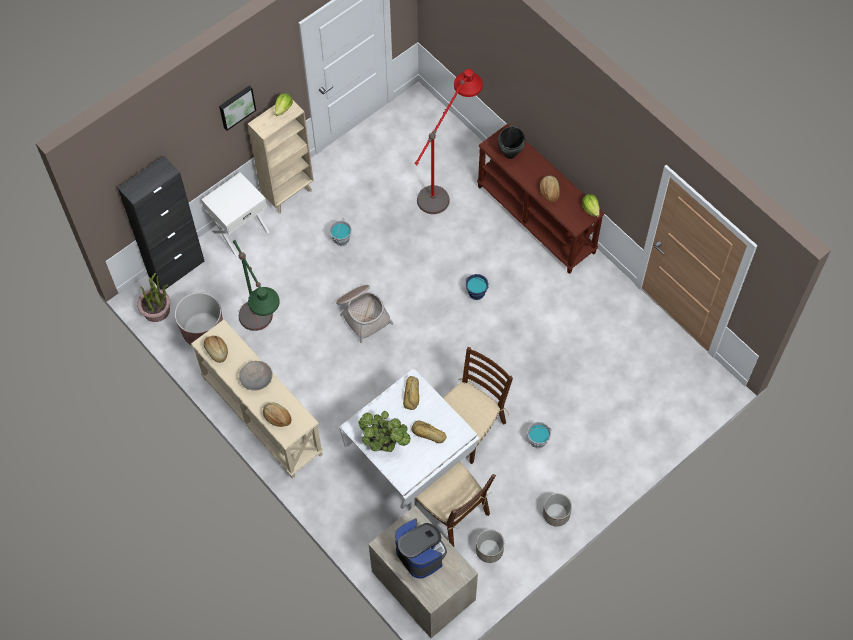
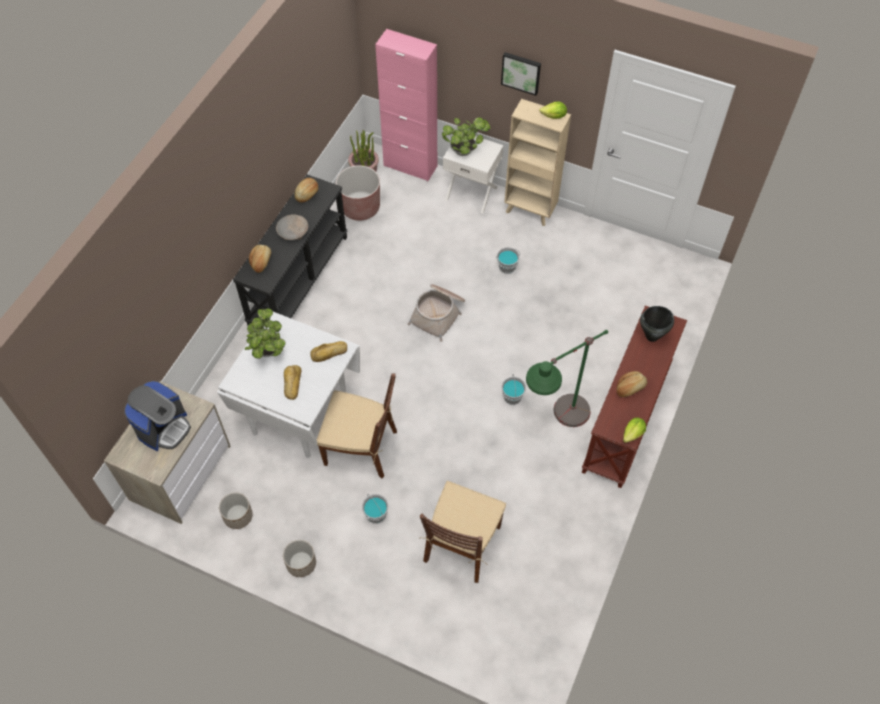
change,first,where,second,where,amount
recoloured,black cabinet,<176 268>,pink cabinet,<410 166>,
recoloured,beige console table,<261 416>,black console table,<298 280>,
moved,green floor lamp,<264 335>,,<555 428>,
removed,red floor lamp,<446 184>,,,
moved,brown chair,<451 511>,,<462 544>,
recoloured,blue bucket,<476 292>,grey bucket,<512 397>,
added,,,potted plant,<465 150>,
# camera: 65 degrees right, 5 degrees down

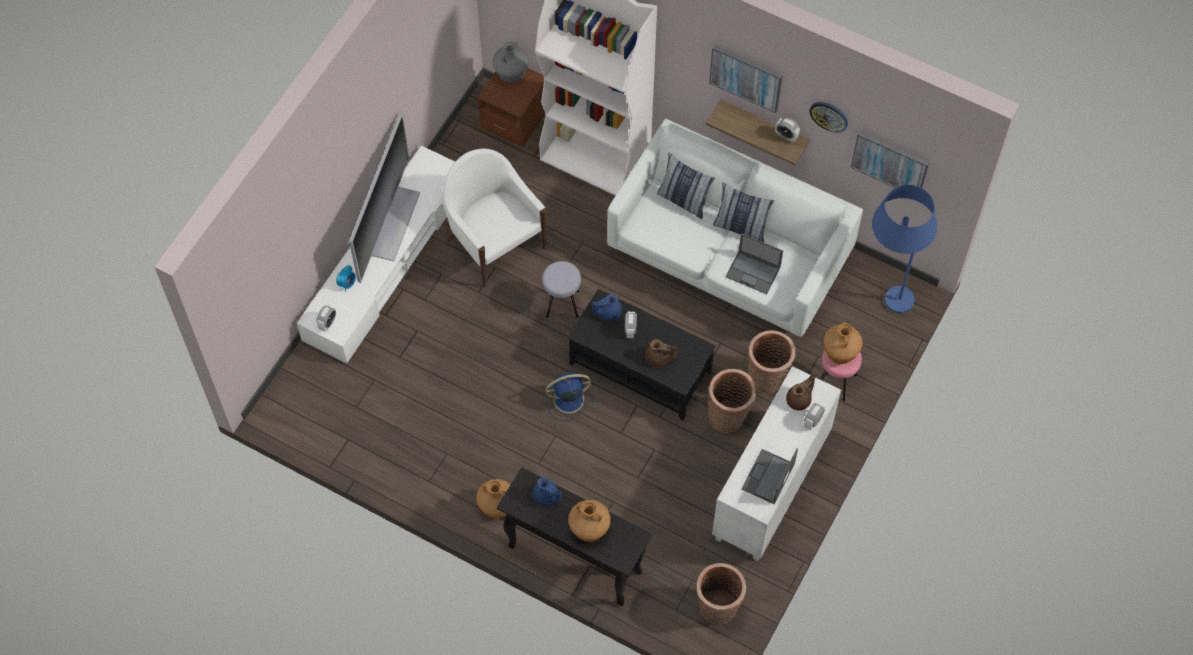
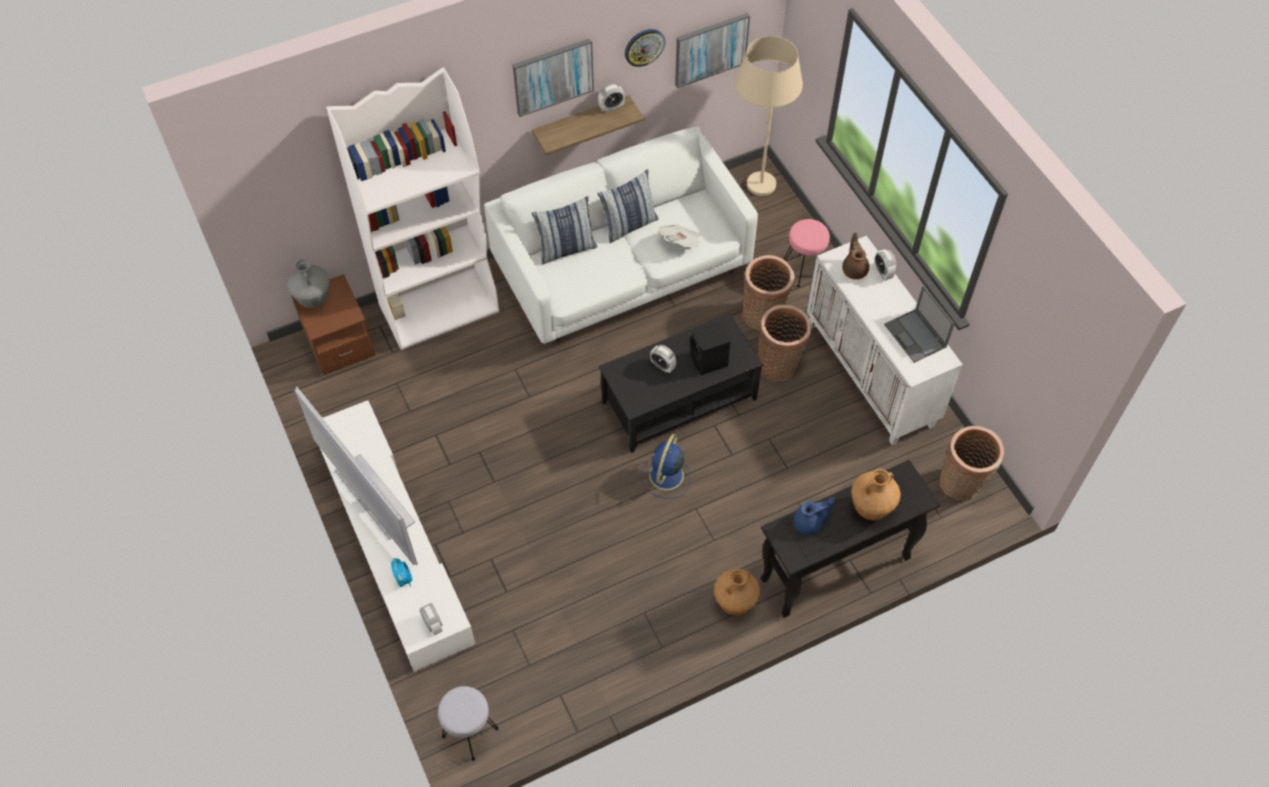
change,first,where,second,where,amount
removed,white armchair,<494 243>,,,
moved,grey stool,<562 303>,,<469 733>,
removed,blue teapot,<608 312>,,,
replaced,brown teapot,<659 358>,black speaker,<709 362>,
replaced,laptop,<753 272>,newspaper,<681 243>,
removed,brown vase,<839 354>,,,
recoloured,blue floor lamp,<883 304>,beige floor lamp,<756 196>,
# camera: 55 degrees left, 5 degrees down

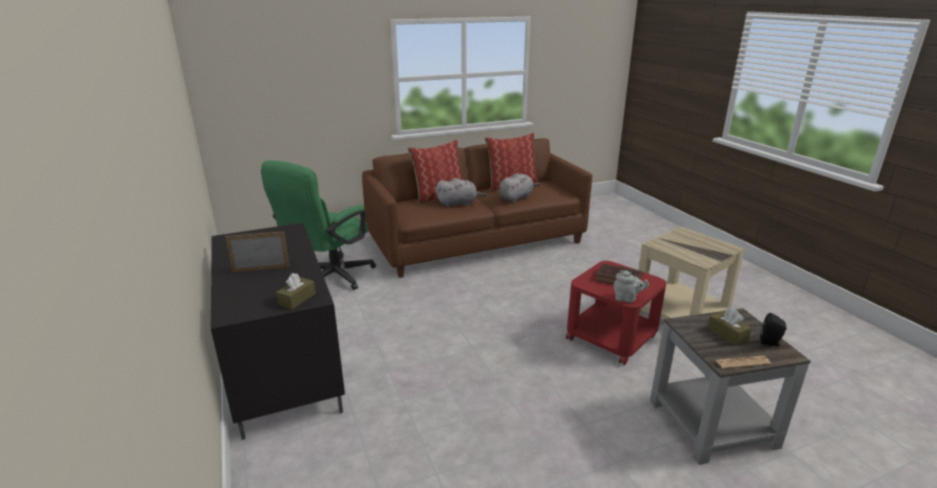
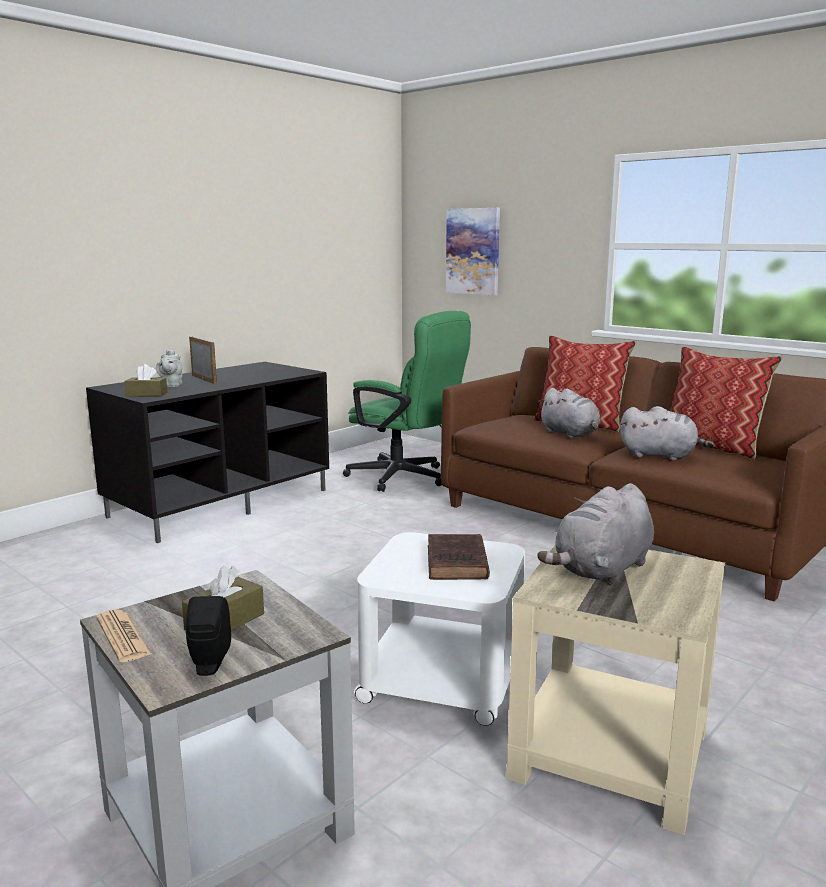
change,first,where,second,where,amount
turned,green office chair,<329 278>,,<406 478>,150 degrees counterclockwise
recoloured,red side table,<611 337>,white side table,<443 679>,
moved,grey teapot,<627 299>,,<171 385>,
added,,,picture,<473 251>,
added,,,grey plush toy,<602 570>,
# camera: 65 degrees right, 10 degrees down

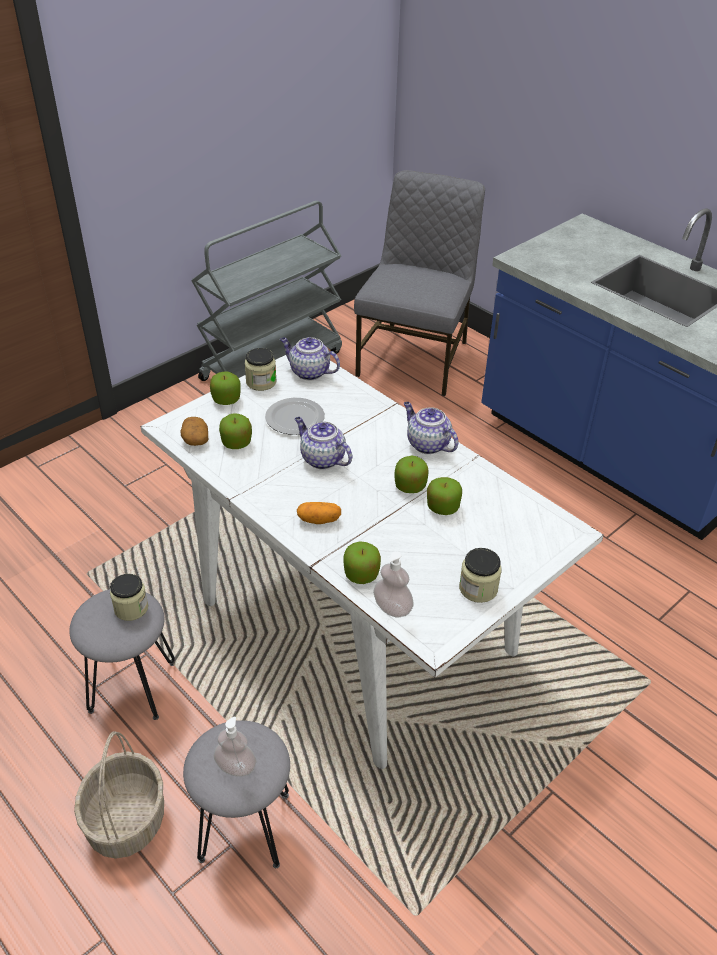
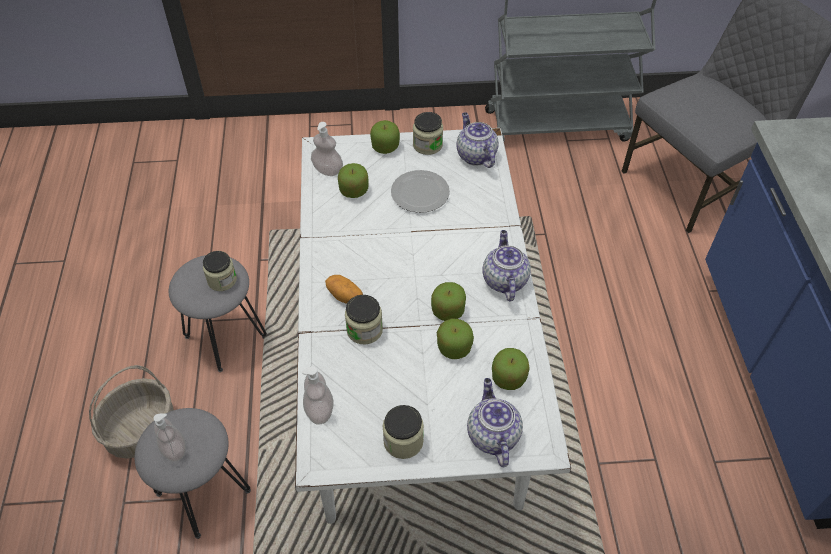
change,first,where,second,where,amount
replaced,potato,<195 439>,soap dispenser,<328 170>,
moved,teapot,<321 459>,,<492 435>,
moved,apple,<361 574>,,<508 378>,
added,,,jar,<364 330>,
# camera: 40 degrees right, 10 degrees up

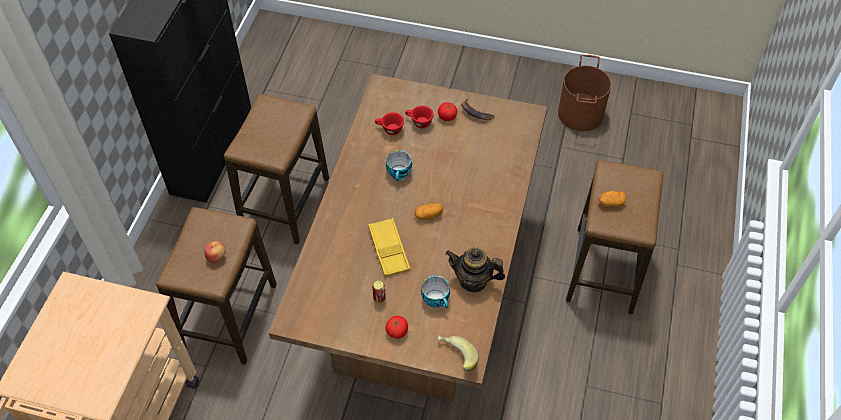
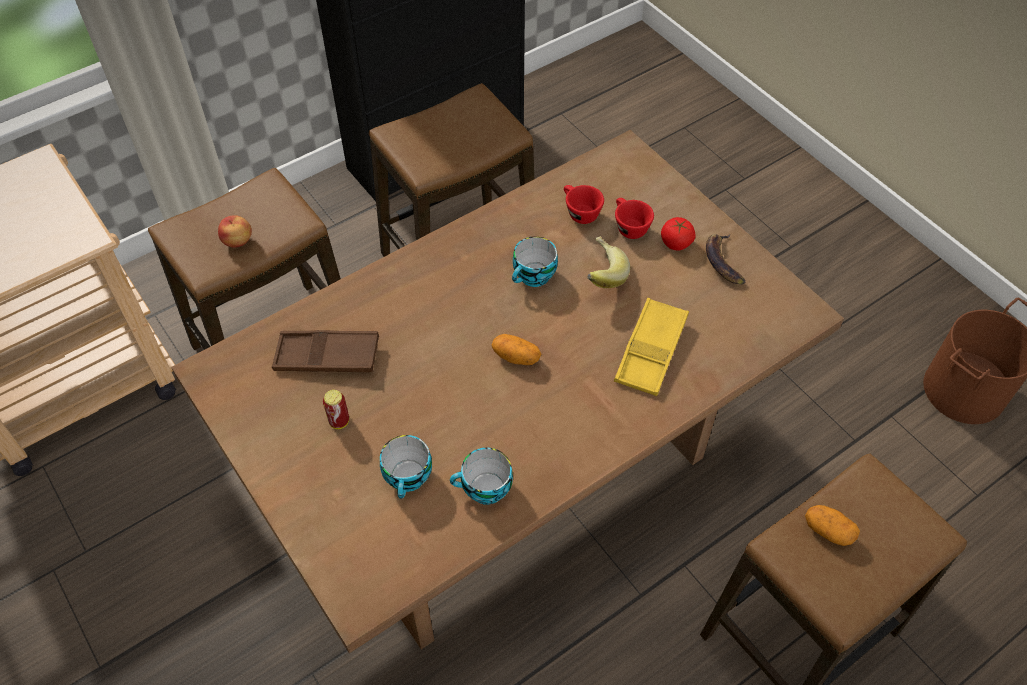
change,first,where,second,where,amount
moved,yellow tray,<389 250>,,<651 351>,
removed,tomato,<397 331>,,,
moved,banana,<456 358>,,<600 274>,
replaced,teapot,<473 281>,cup,<484 490>,
added,,,brown tray,<327 356>,
# camera: 40 degrees right, 0 degrees up

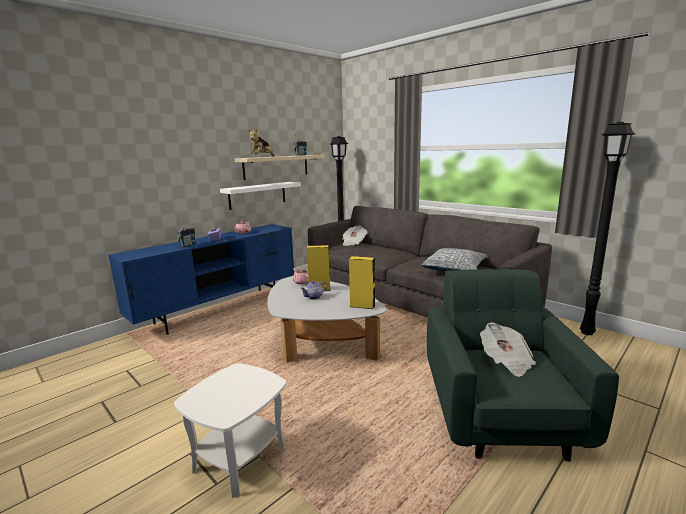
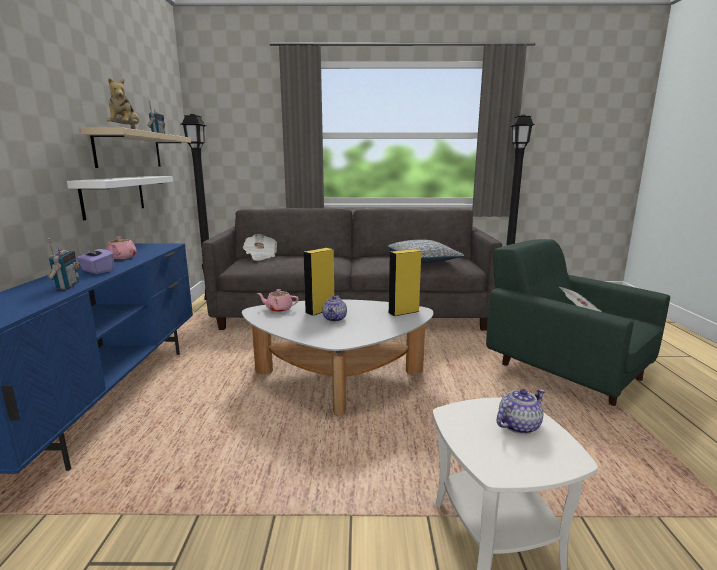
change,first,where,second,where,amount
added,,,teapot,<518 425>,
# camera: 45 degrees left, 0 degrees up

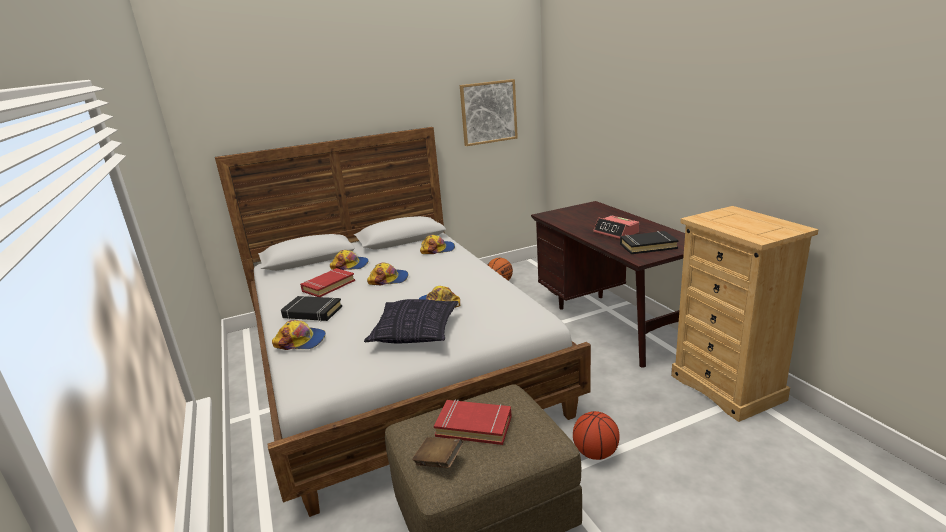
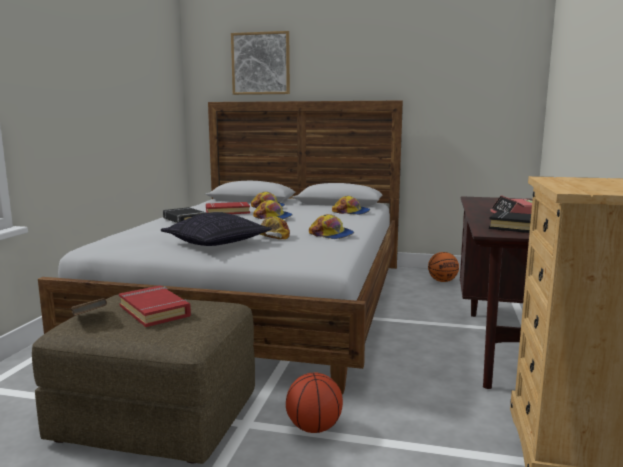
change,first,where,second,where,amount
moved,cap,<301 341>,,<331 235>,
moved,picture,<488 112>,,<261 63>,
# camera: 35 degrees right, 10 degrees down

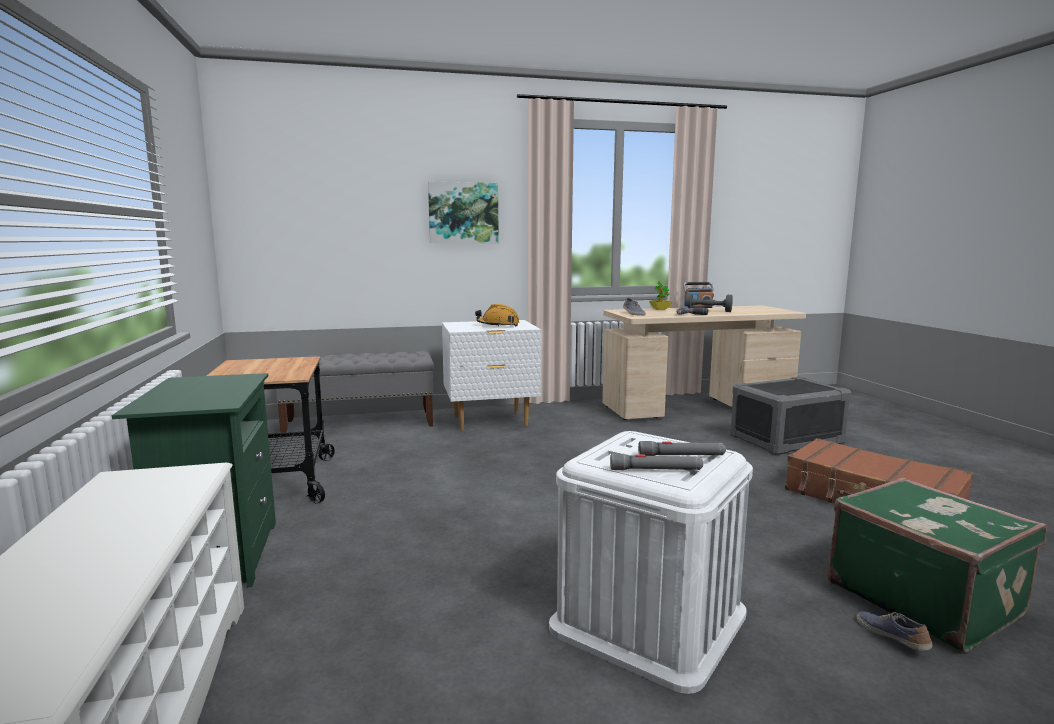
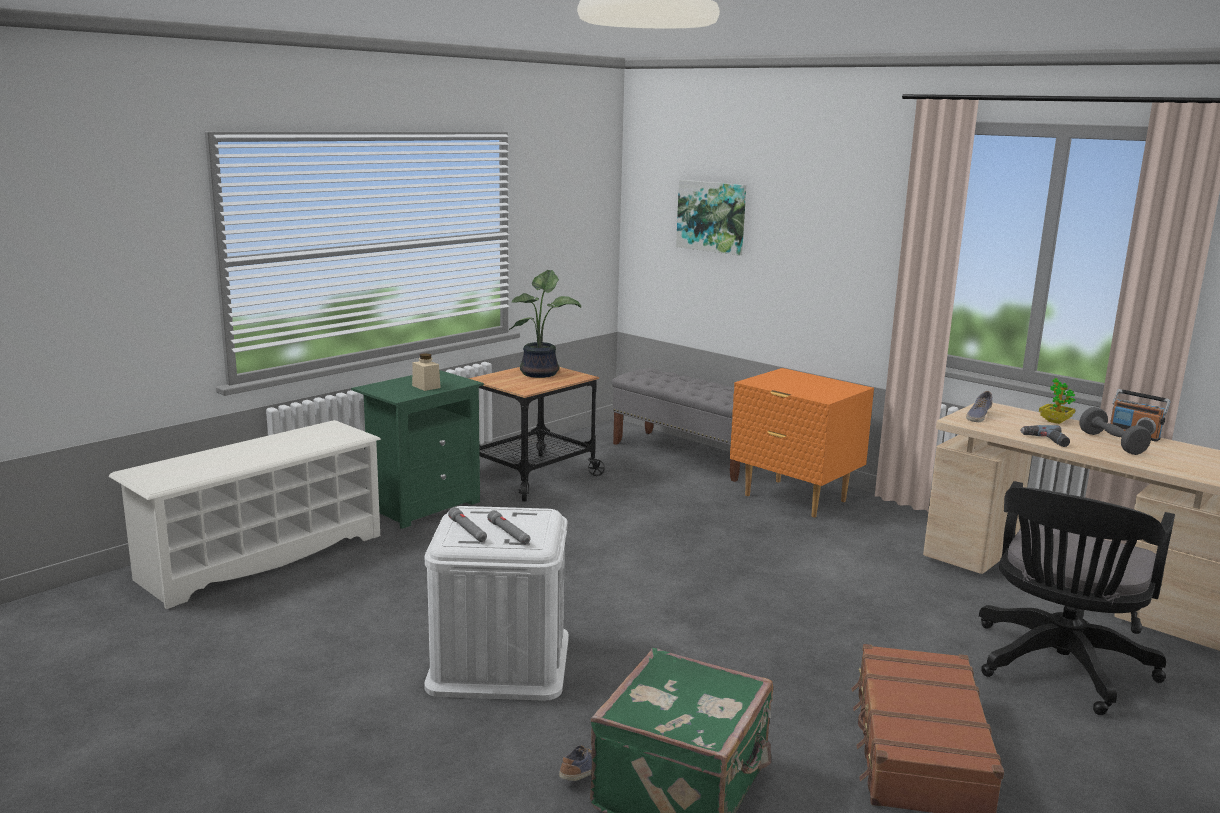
change,first,where,second,where,amount
moved,picture,<463 213>,,<712 216>,
recoloured,white nightstand,<490 421>,orange nightstand,<794 498>,
removed,orange hard hat,<498 325>,,,
replaced,grey storage box,<786 440>,black office chair,<1059 668>,
added,,,beige jar,<426 386>,
added,,,potted plant,<541 373>,
# camera: 55 degrees right, 5 degrees up

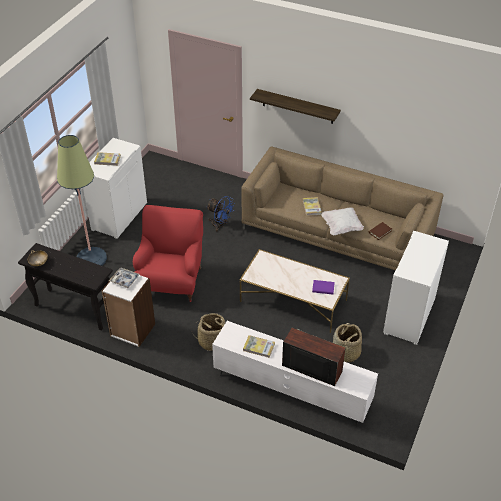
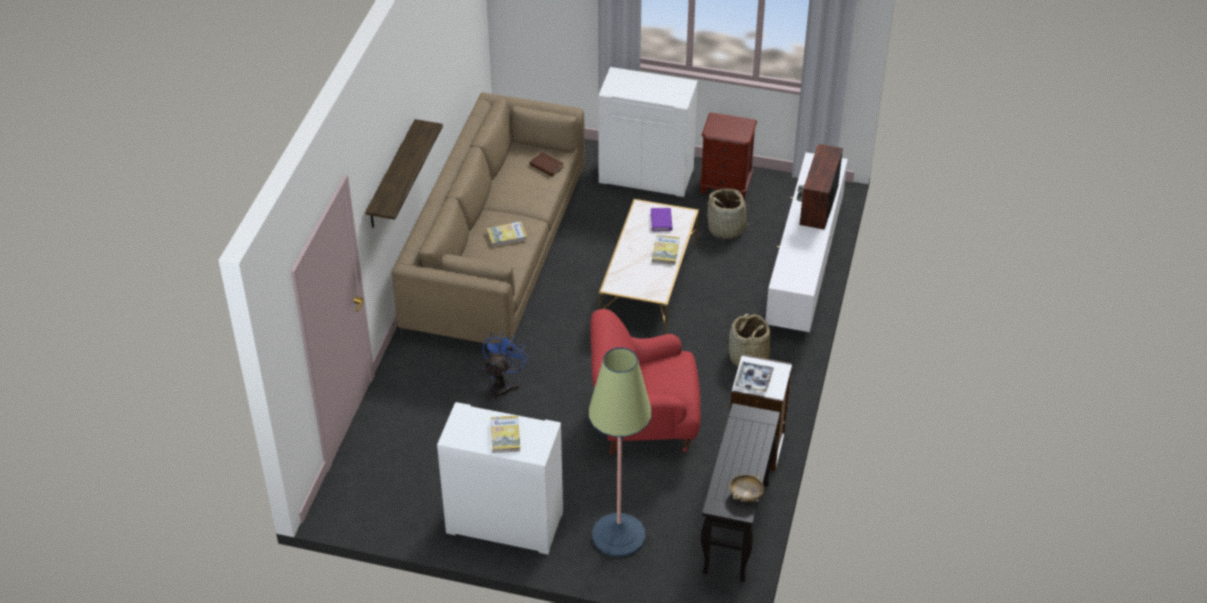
change,first,where,second,where,amount
moved,book,<259 347>,,<665 251>,
removed,white pillow,<341 227>,,,
added,,,brown nightstand,<725 186>,
# camera: 100 degrees left, 0 degrees up

